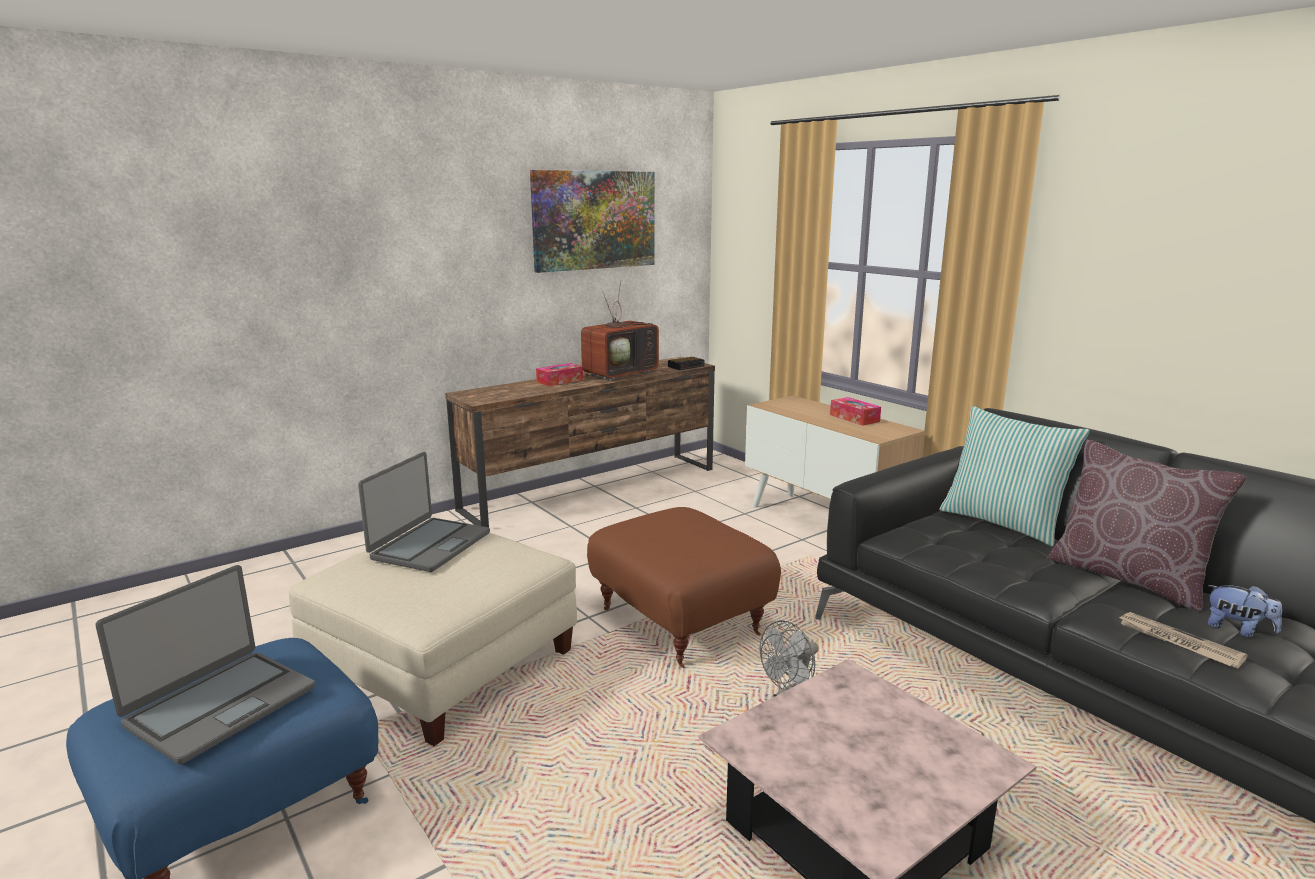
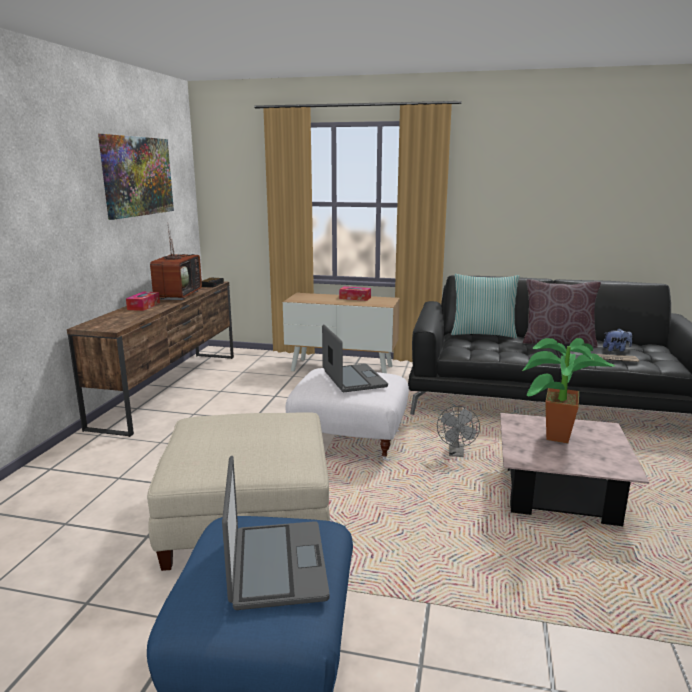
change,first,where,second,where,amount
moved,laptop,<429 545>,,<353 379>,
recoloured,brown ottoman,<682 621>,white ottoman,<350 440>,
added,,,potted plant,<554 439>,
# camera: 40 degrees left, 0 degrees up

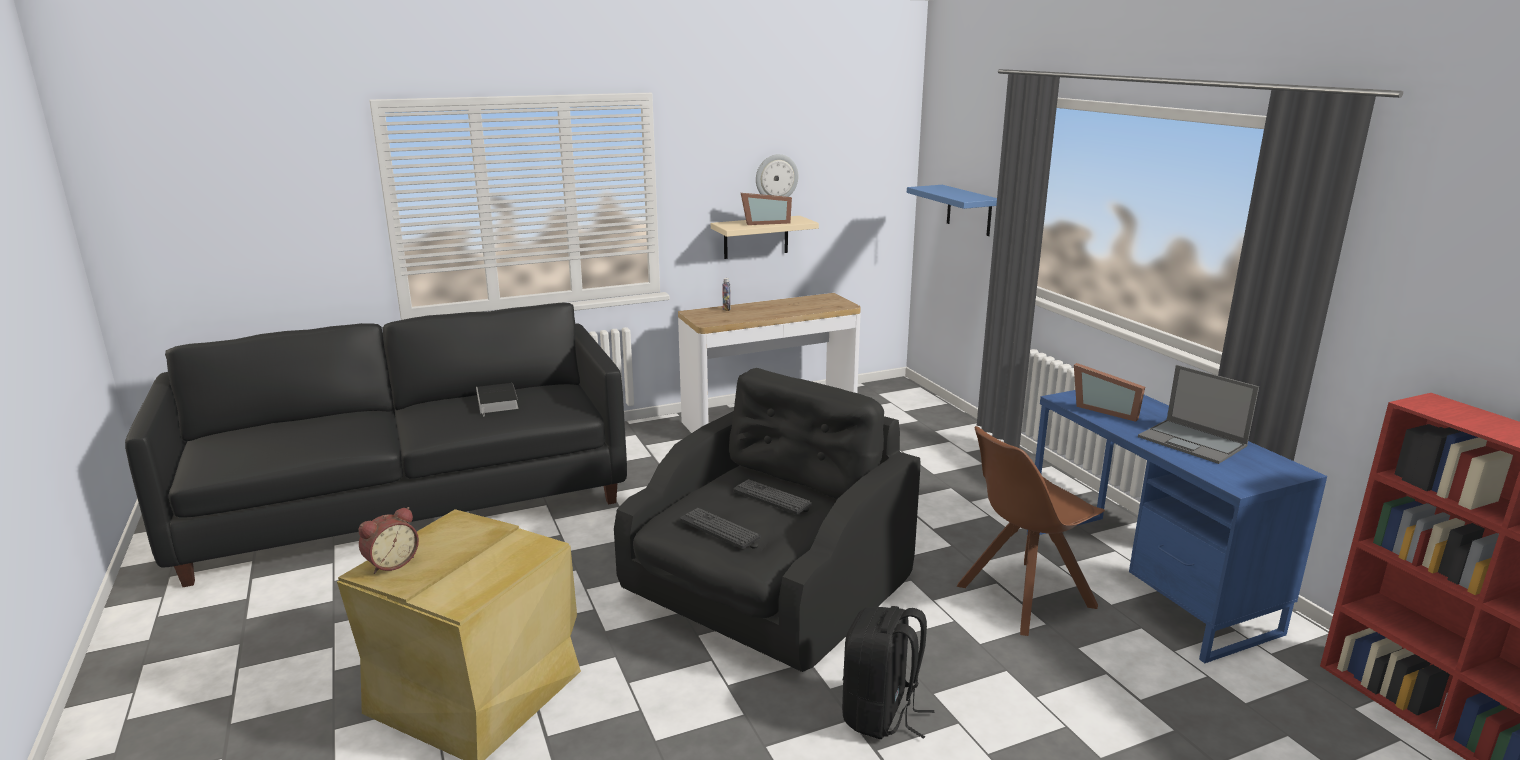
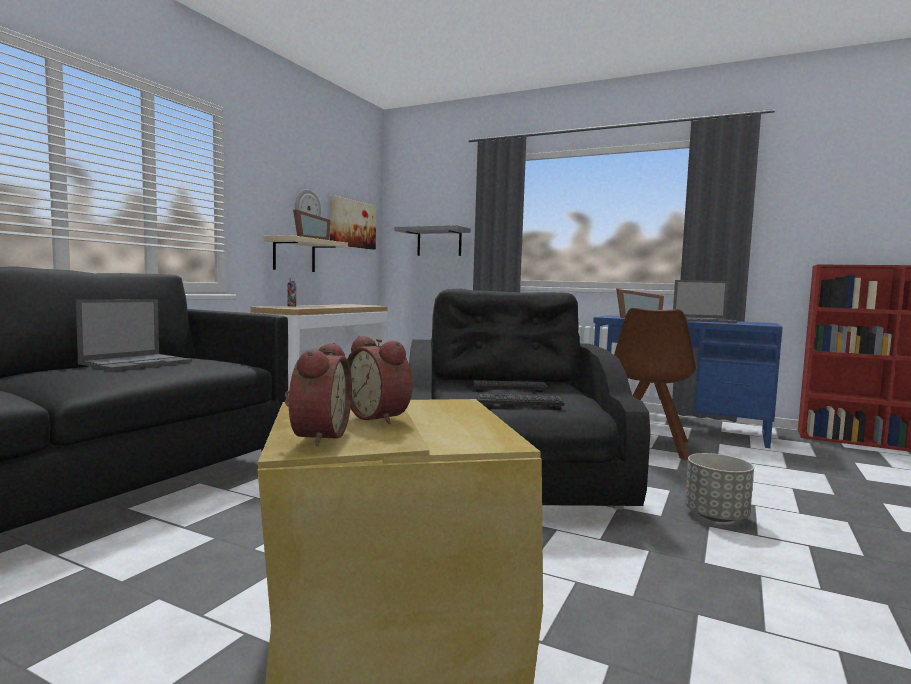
change,first,where,second,where,amount
replaced,book,<498 402>,laptop,<137 362>,
replaced,black backpack,<881 715>,grey planter,<716 517>,
recoloured,blue shelf,<969 210>,grey shelf,<439 242>,
added,,,picture,<352 224>,
added,,,alarm clock,<380 417>,
# camera: 40 degrees left, 15 degrees down

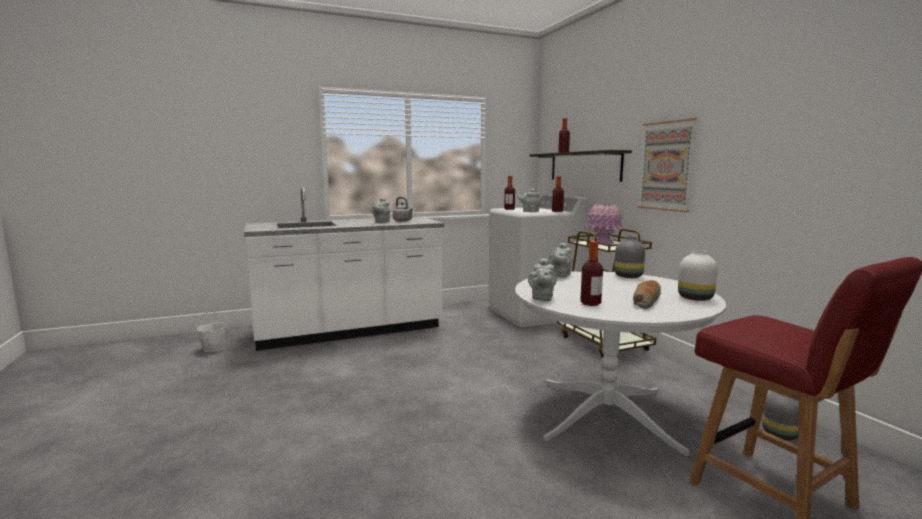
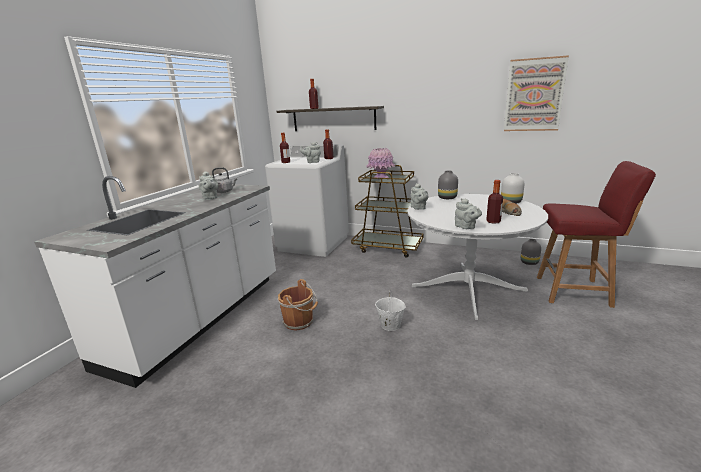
change,first,where,second,where,amount
moved,white bucket,<213 349>,,<390 325>,
moved,picture,<666 166>,,<534 95>,
added,,,brown bucket,<300 322>,
# camera: 45 degrees left, 10 degrees up

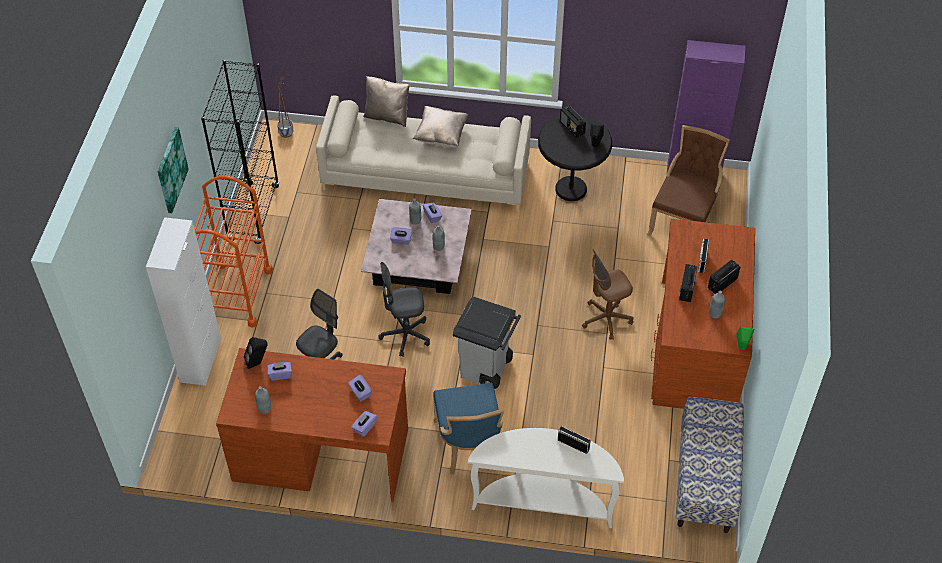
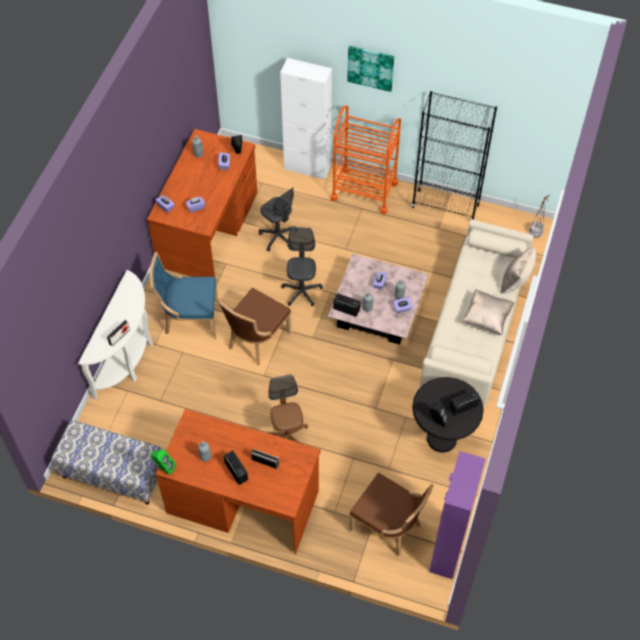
change,first,where,second,where,amount
replaced,grey trash can,<486 369>,brown chair,<256 340>,
moved,radio,<686 289>,,<346 309>,
# camera: 100 degrees right, 5 degrees up

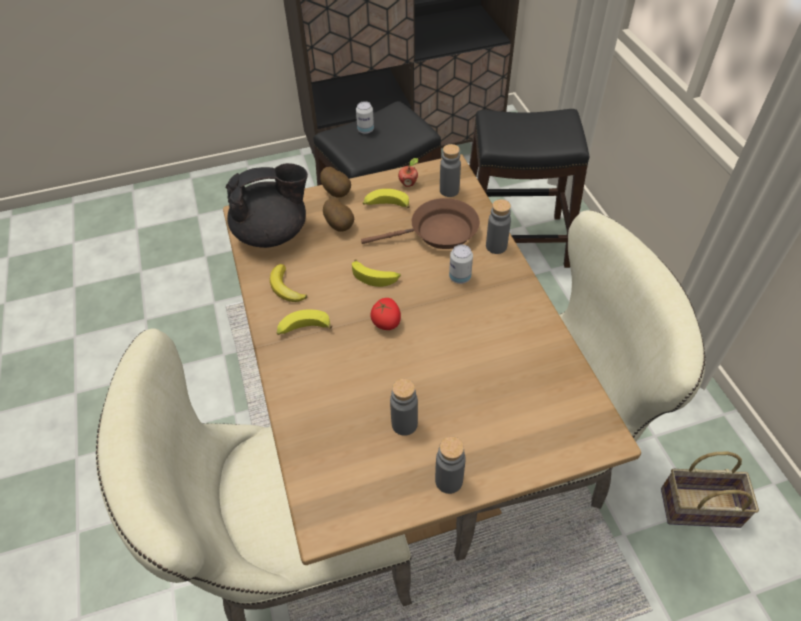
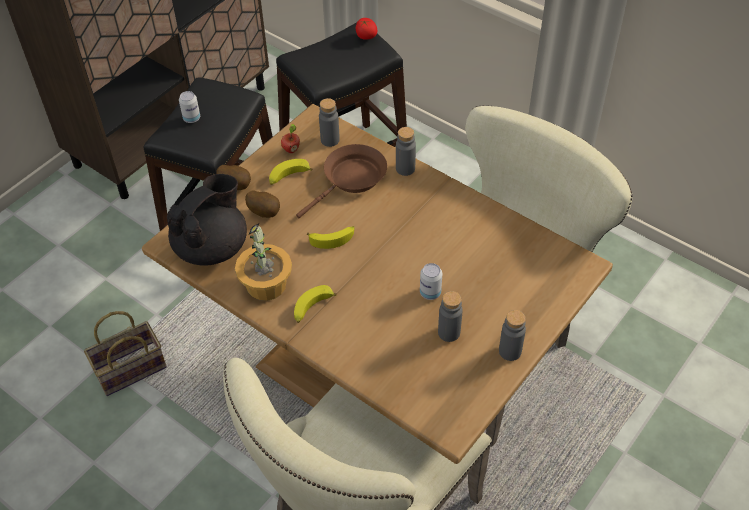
change,first,where,second,where,amount
replaced,banana,<286 287>,potted plant,<267 285>,
moved,tomato,<386 322>,,<366 36>,
moved,can,<460 277>,,<430 293>,
moved,basket,<698 509>,,<129 371>,
# camera: 35 degrees left, 0 degrees up

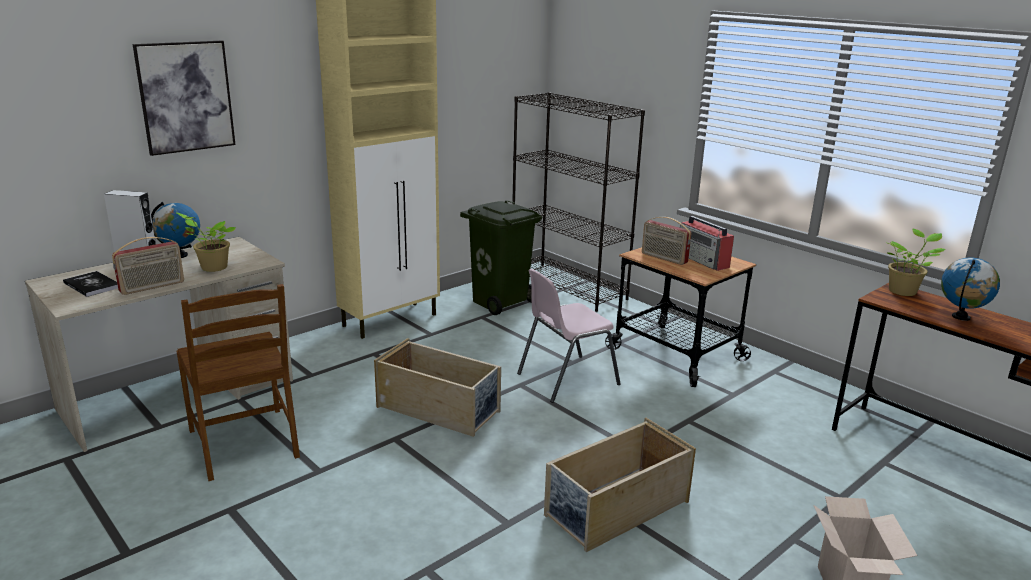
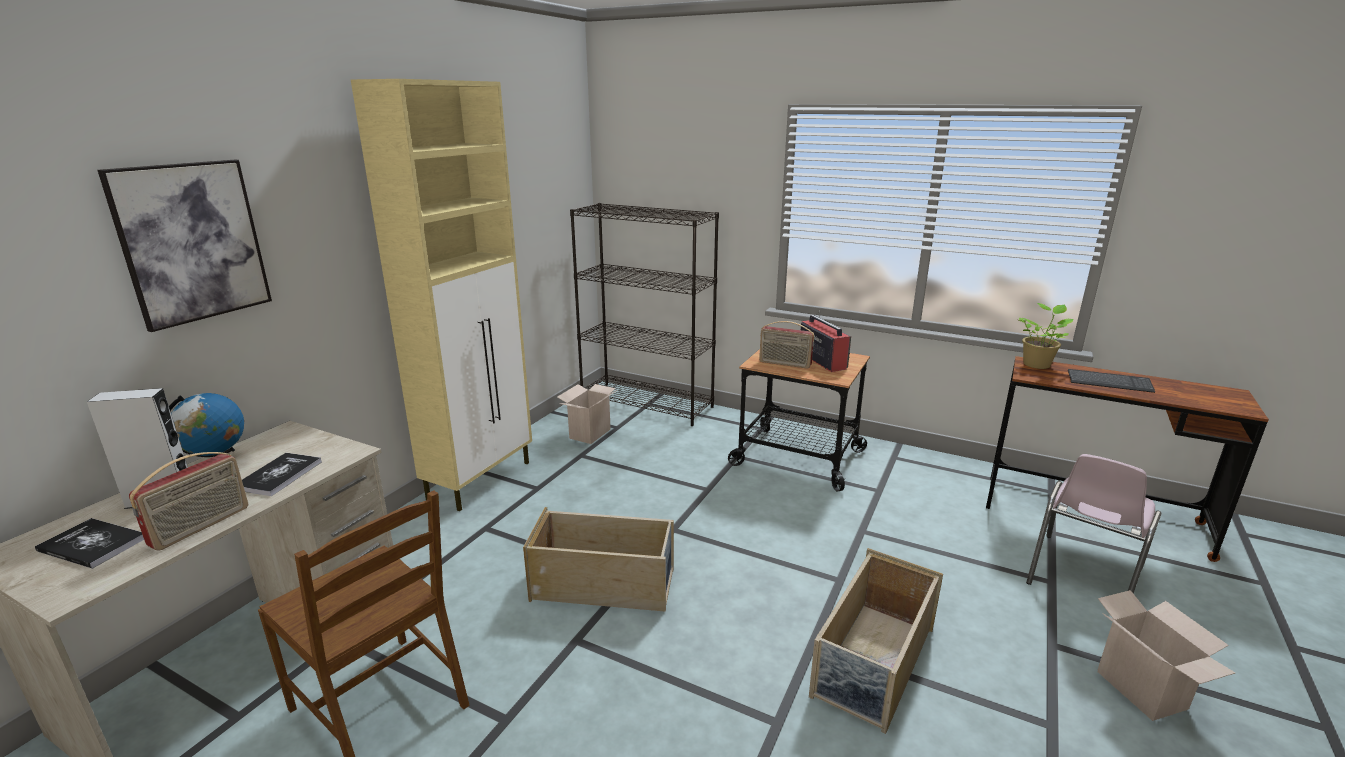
change,first,where,second,where,amount
replaced,potted plant,<212 267>,book,<279 475>,
replaced,green trash can,<500 301>,cardboard box,<589 433>,
moved,pink chair,<566 379>,,<1082 576>,
turned,radio,<703 260>,,<822 360>,150 degrees counterclockwise
replaced,globe,<961 317>,keyboard,<1109 382>,
# camera: 20 degrees left, 0 degrees up

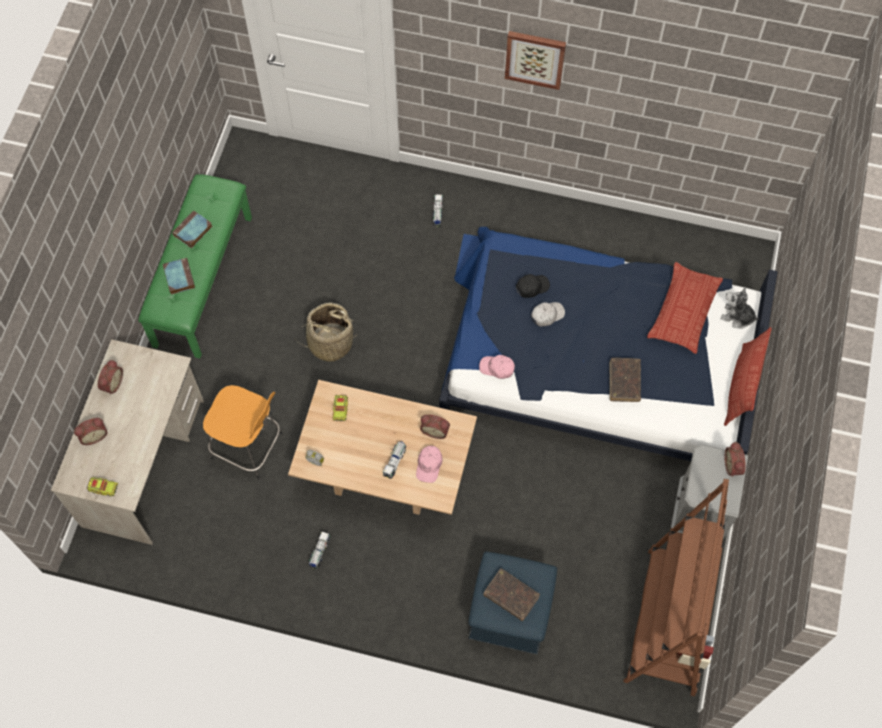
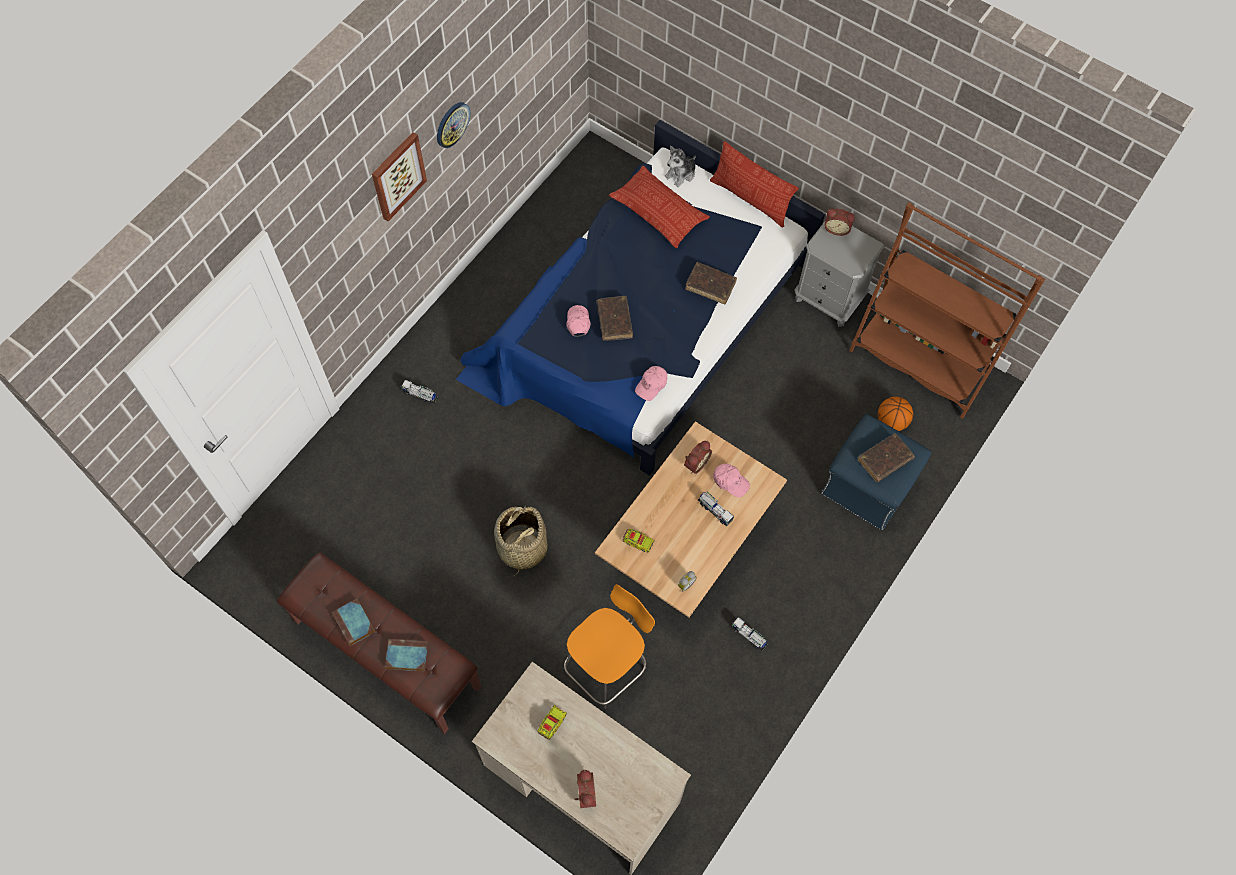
change,first,where,second,where,amount
moved,toy truck,<103 488>,,<552 723>,
removed,alarm clock,<111 383>,,,
recoloured,green bench,<202 280>,brown bench,<385 654>,
recoloured,black cap,<532 287>,pink cap,<578 322>,
replaced,white cap,<547 315>,brown book,<614 321>,
added,,,wall clock,<452 124>,
added,,,basketball,<891 421>,
# camera: 70 degrees left, 0 degrees up

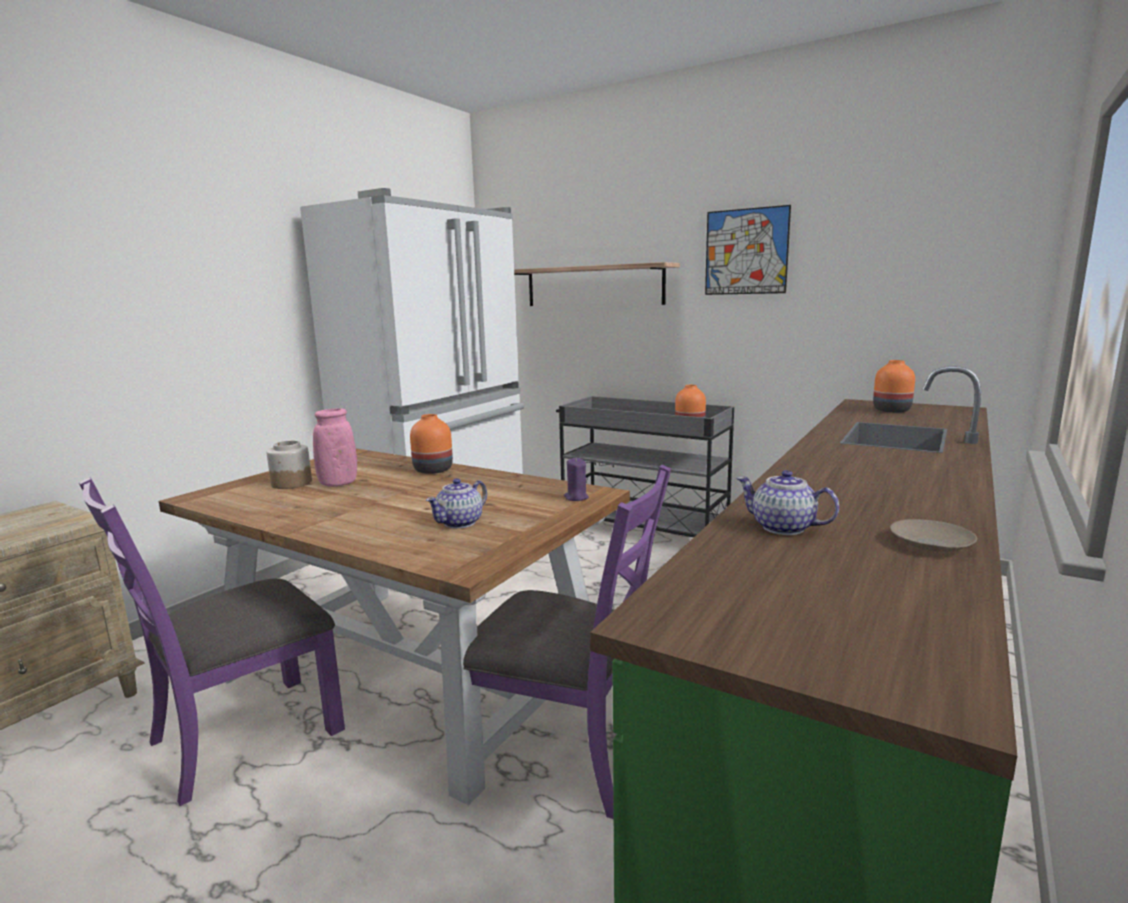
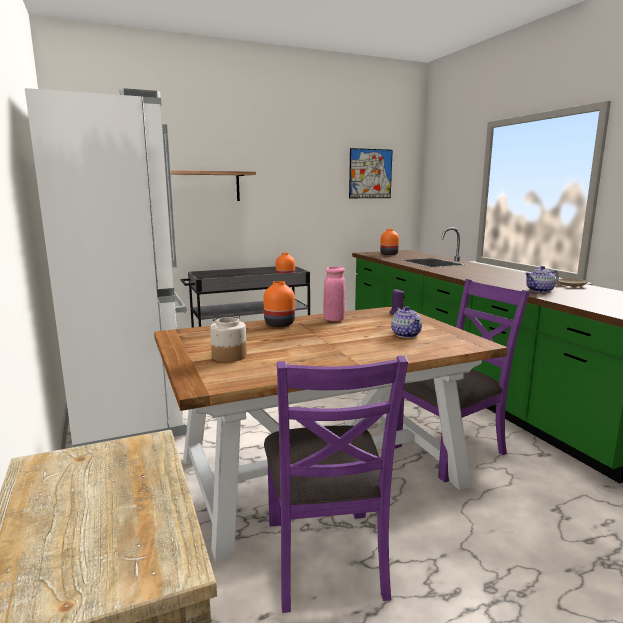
change,first,where,second,where,amount
moved,pink vase,<338 483>,,<334 319>,
moved,picture,<746 251>,,<370 173>,
# camera: 55 degrees left, 0 degrees up

